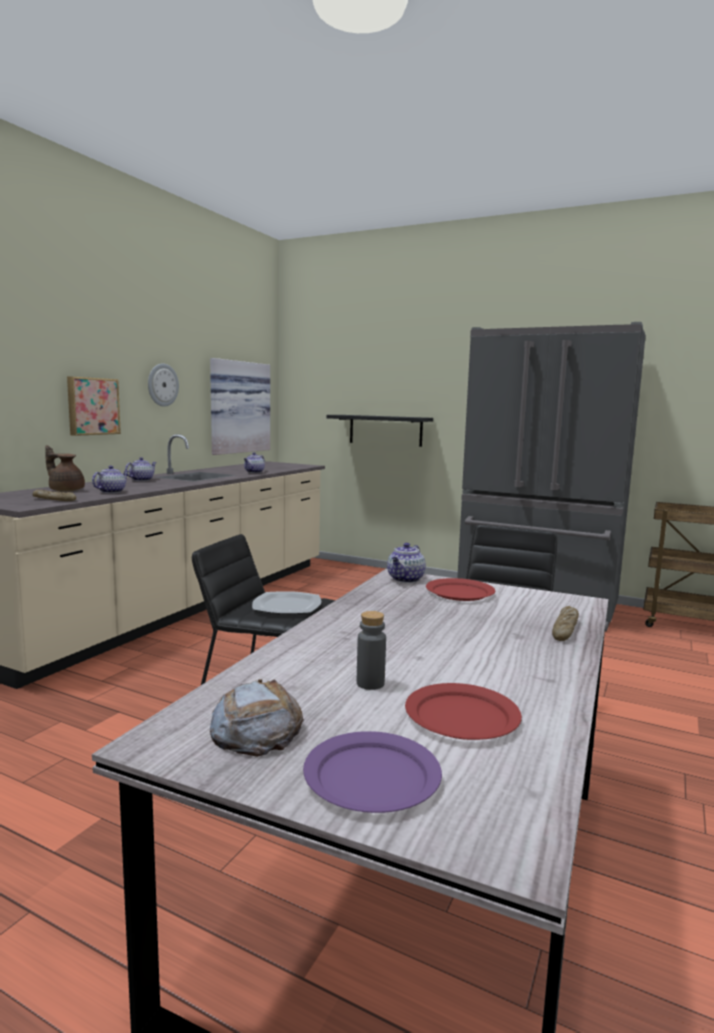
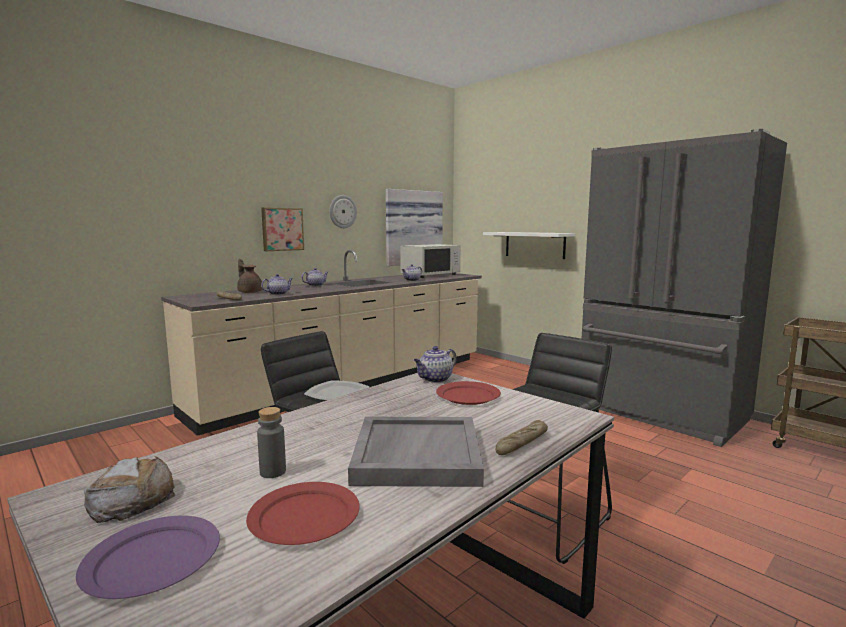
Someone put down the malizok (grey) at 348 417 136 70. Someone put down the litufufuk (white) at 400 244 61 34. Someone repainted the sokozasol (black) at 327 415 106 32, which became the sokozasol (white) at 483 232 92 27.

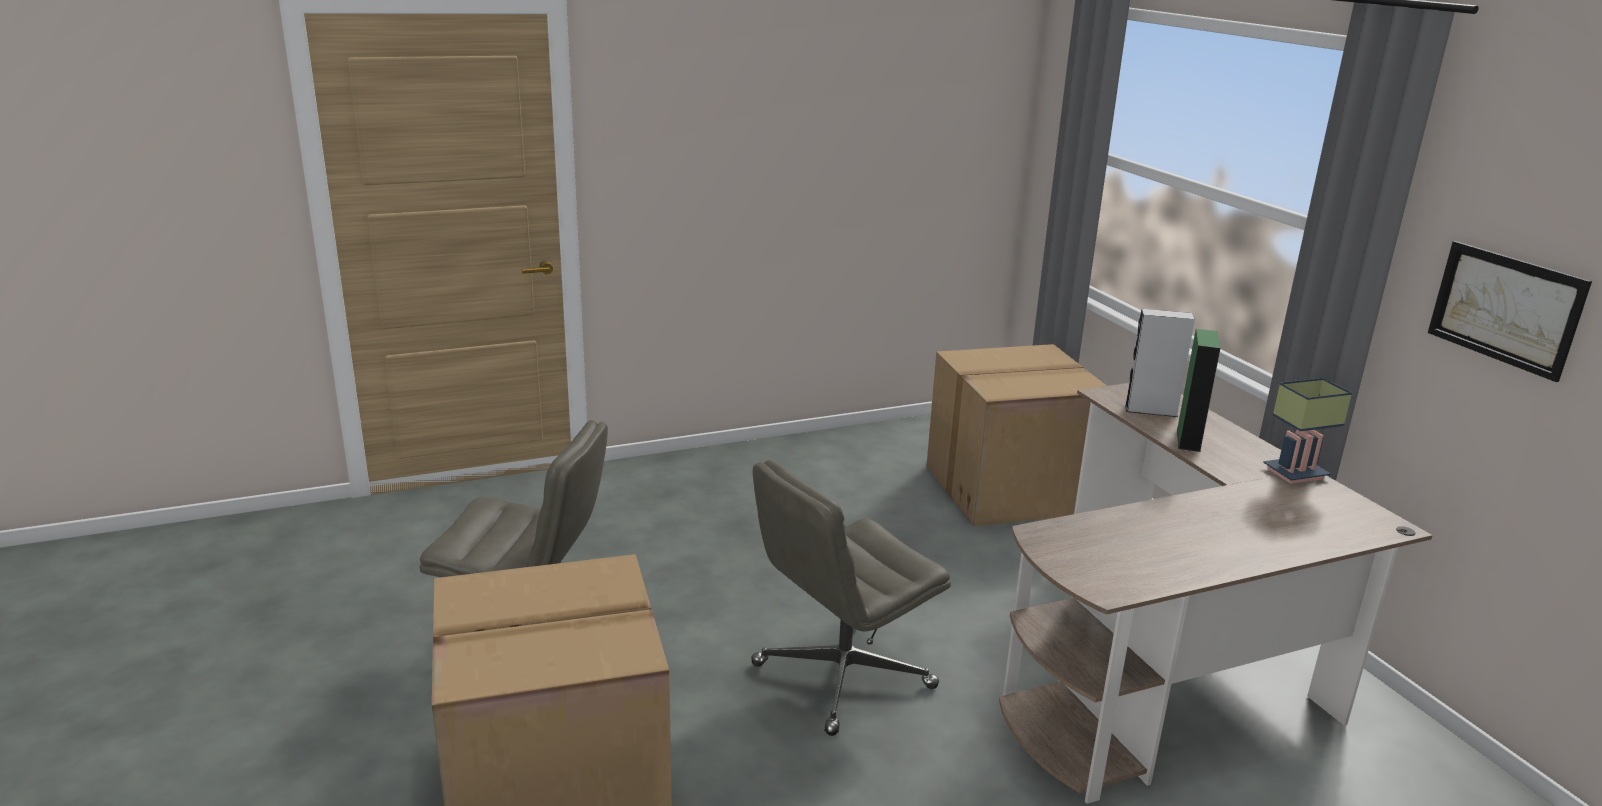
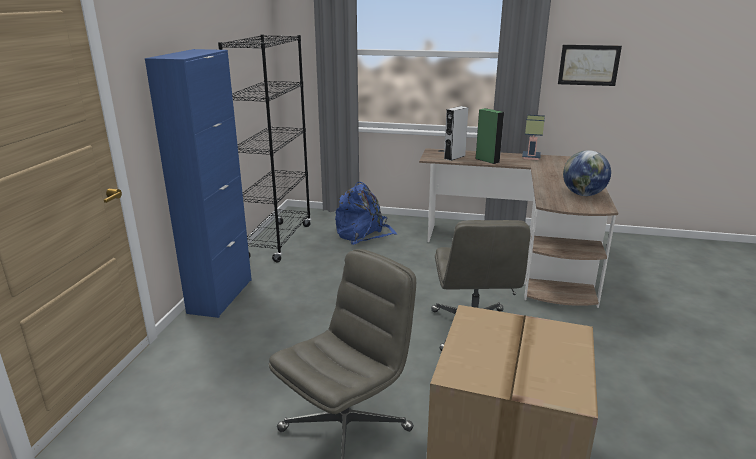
Someone put down the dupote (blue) at 145 49 107 269. Someone put down the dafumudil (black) at 218 34 93 228. Someone swapped the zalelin at 927 344 180 182 for the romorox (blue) at 335 182 62 63. Someone put down the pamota at 563 150 48 46.

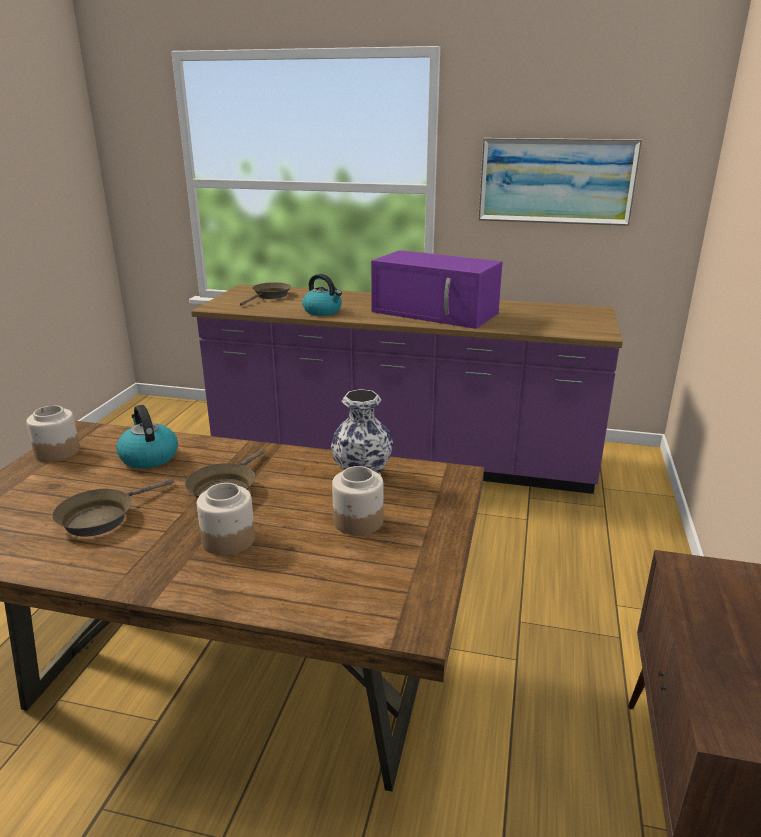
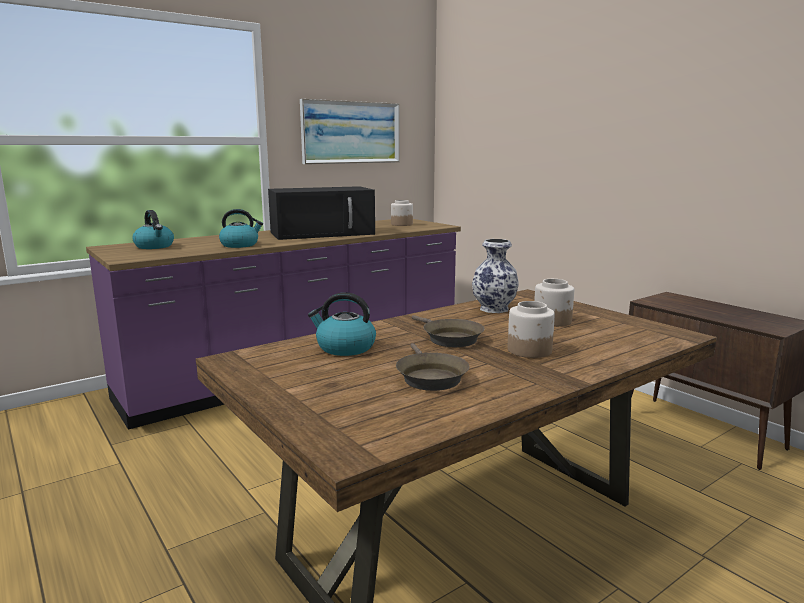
Someone swapped the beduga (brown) at 240 282 51 24 for the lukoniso at 132 210 42 39. Someone repainted the litufufuk (purple) at 371 250 131 79, which became the litufufuk (black) at 268 186 107 54. Someone carried the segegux from 26 405 54 57 to 391 200 22 26.

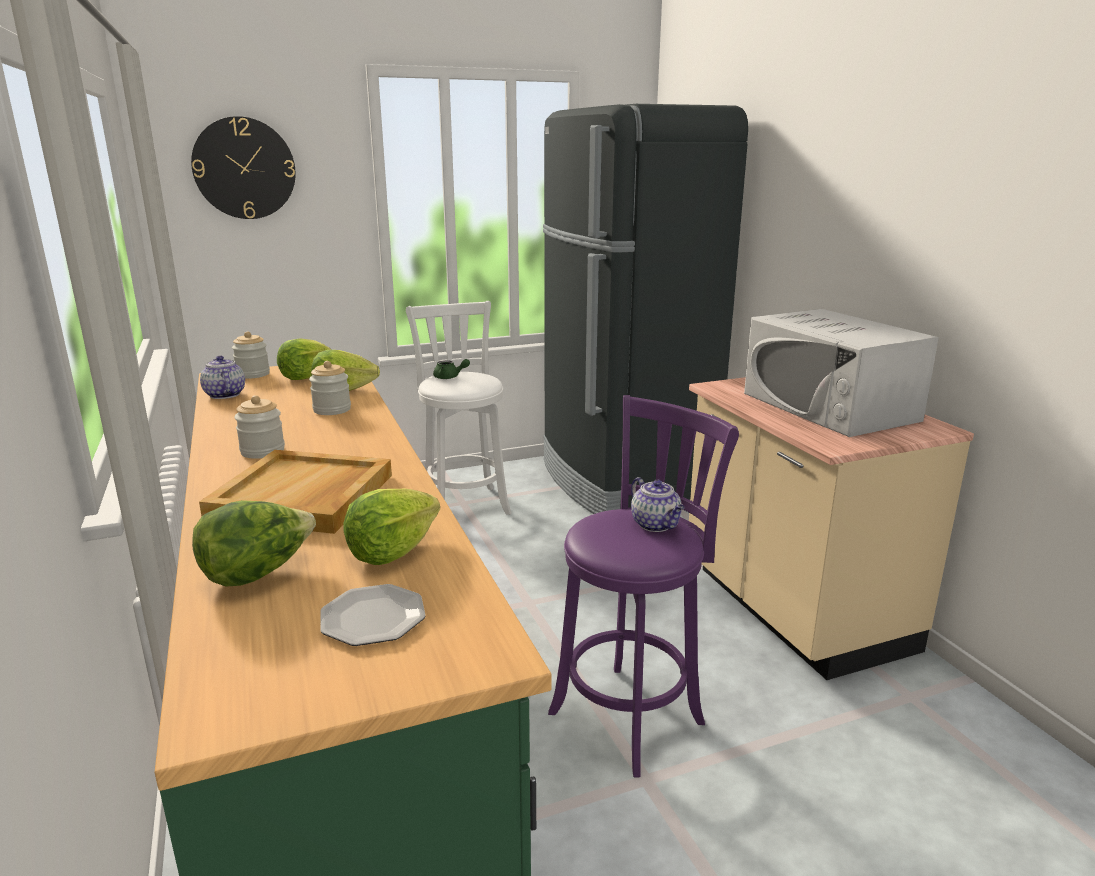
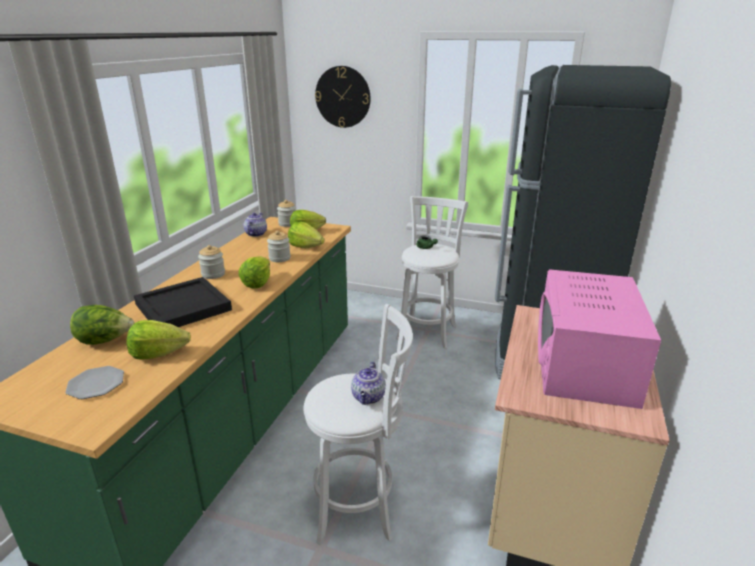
Someone repainted the malizok (beige) at 199 450 193 84, which became the malizok (black) at 134 277 98 50. Someone put down the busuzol at 239 256 31 33. Someone repainted the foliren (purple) at 548 395 191 383, which became the foliren (white) at 303 304 110 241. Someone repainted the litufufuk (white) at 744 309 195 128, which became the litufufuk (pink) at 538 269 123 140.

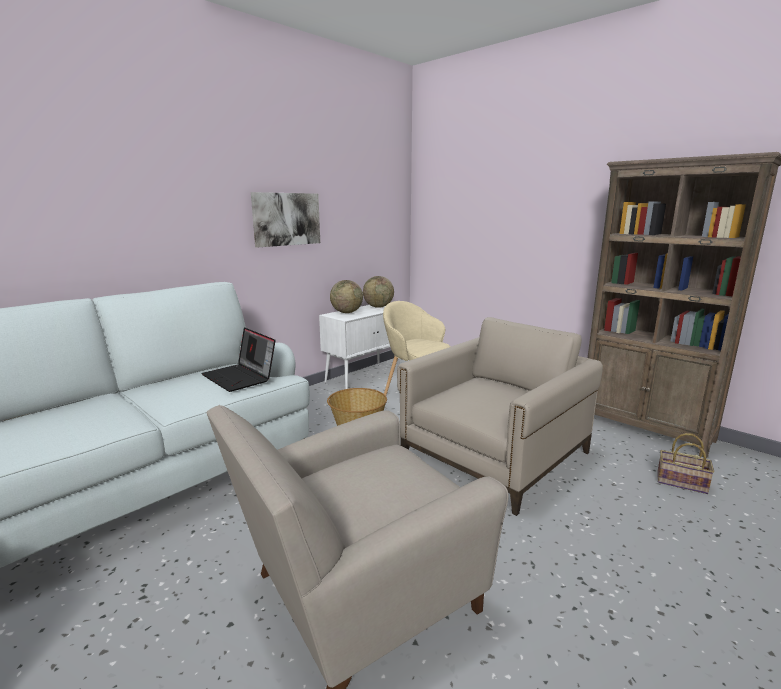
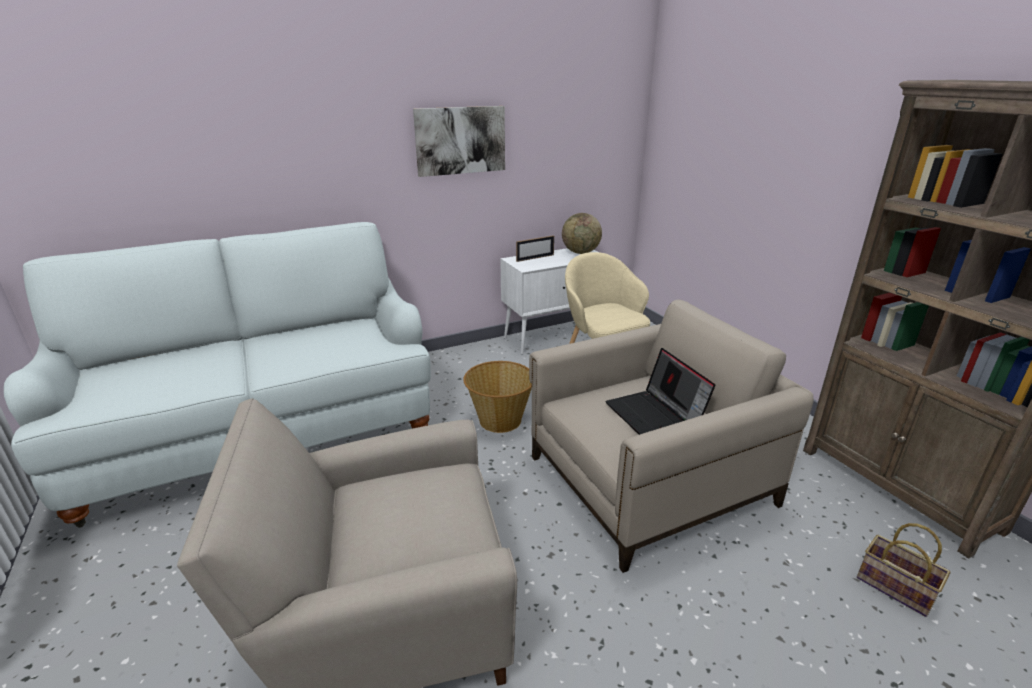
Someone swapped the pamota at 330 280 33 33 for the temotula at 516 235 38 27. Someone carried the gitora from 201 327 75 65 to 606 348 109 87.

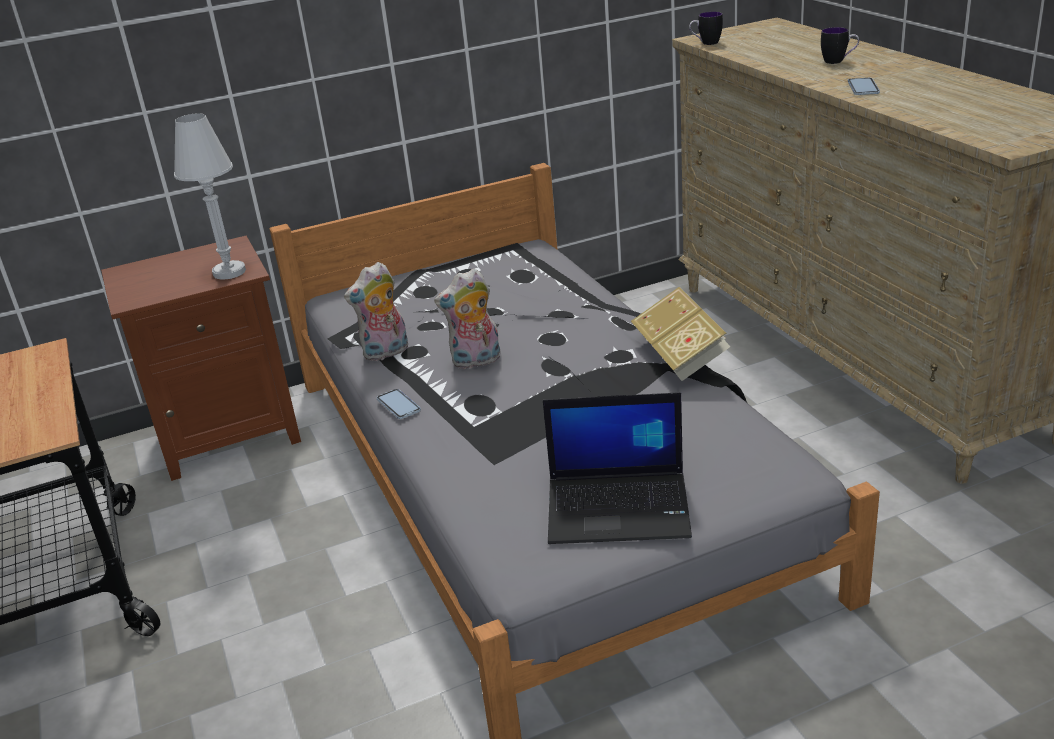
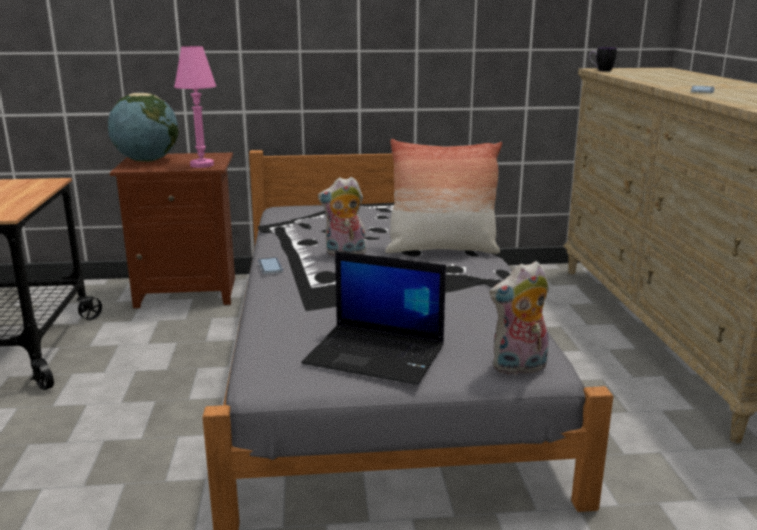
Someone put down the pamota at 108 93 71 69. Someone repainted the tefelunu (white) at 174 113 72 167, which became the tefelunu (pink) at 174 46 42 122. Someone put down the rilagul at 385 139 117 115. Someone carried the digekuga from 344 262 64 99 to 490 261 59 114. Someone took away the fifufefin at 631 287 99 94. Someone took away the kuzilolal at 821 27 38 37.

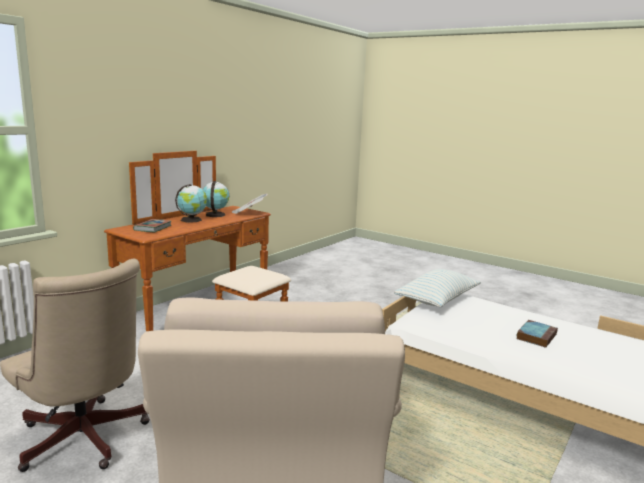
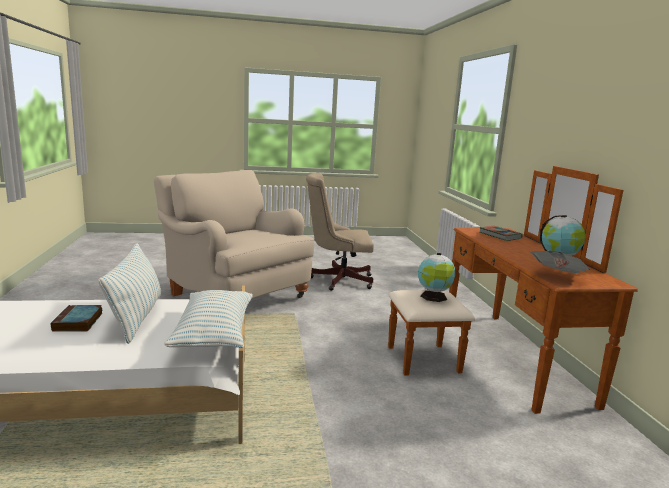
Someone put down the rilagul at 98 243 63 101. Someone carried the pamota from 175 184 32 39 to 418 253 37 49.

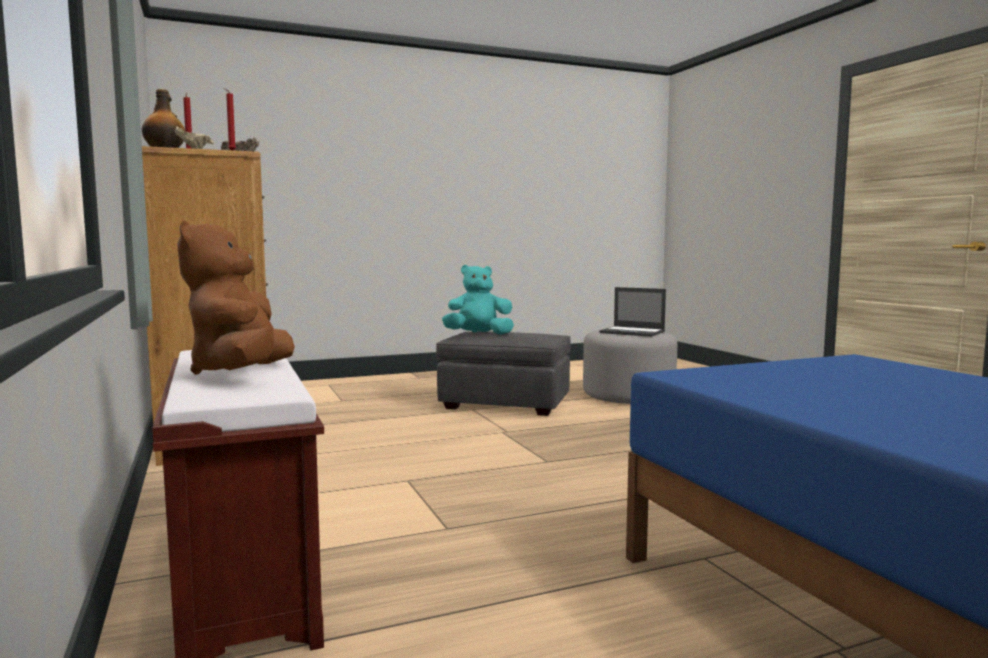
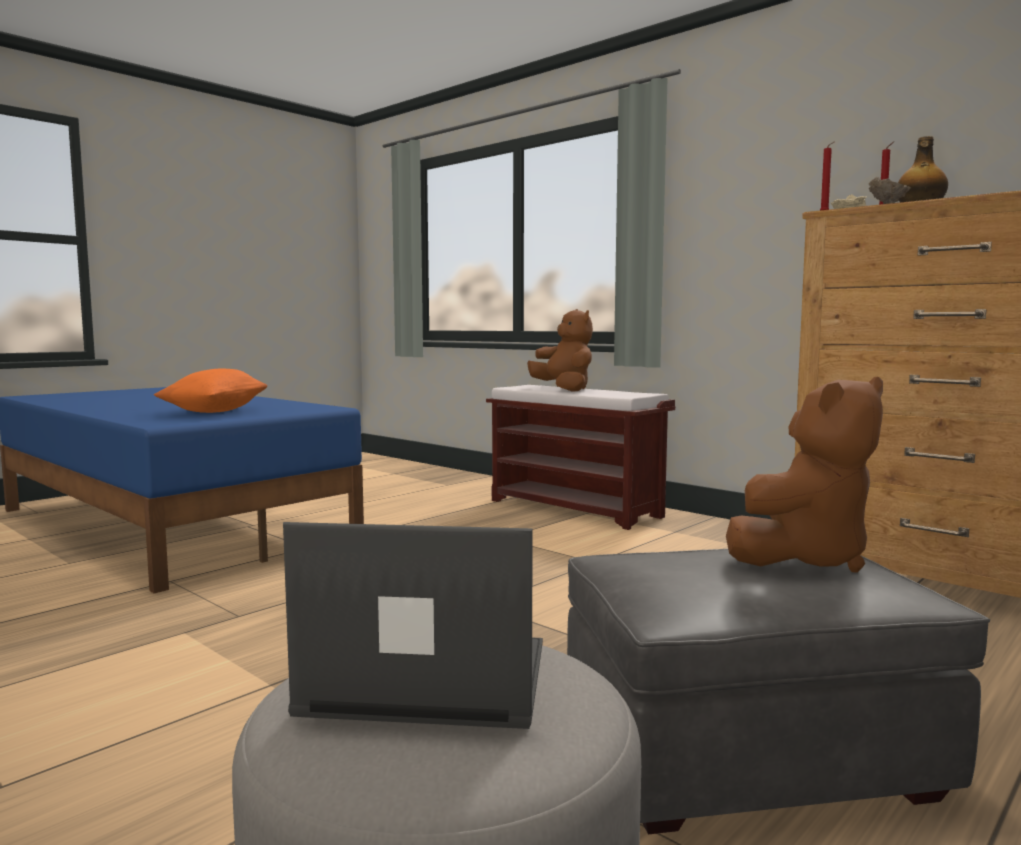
Someone put down the rilagul (orange) at 154 369 114 44. Someone repainted the digekuga (turquoise) at 442 265 72 70, which became the digekuga (brown) at 726 377 157 196.

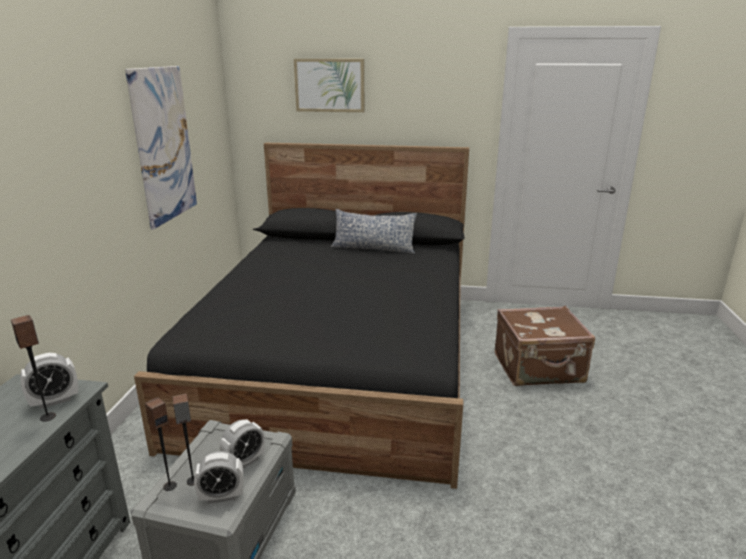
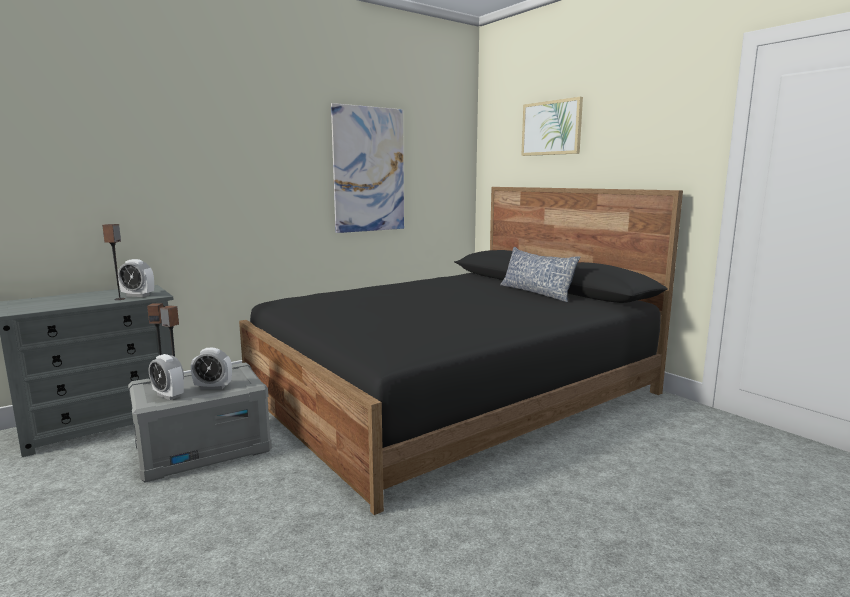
Someone took away the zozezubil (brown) at 495 306 100 80.

